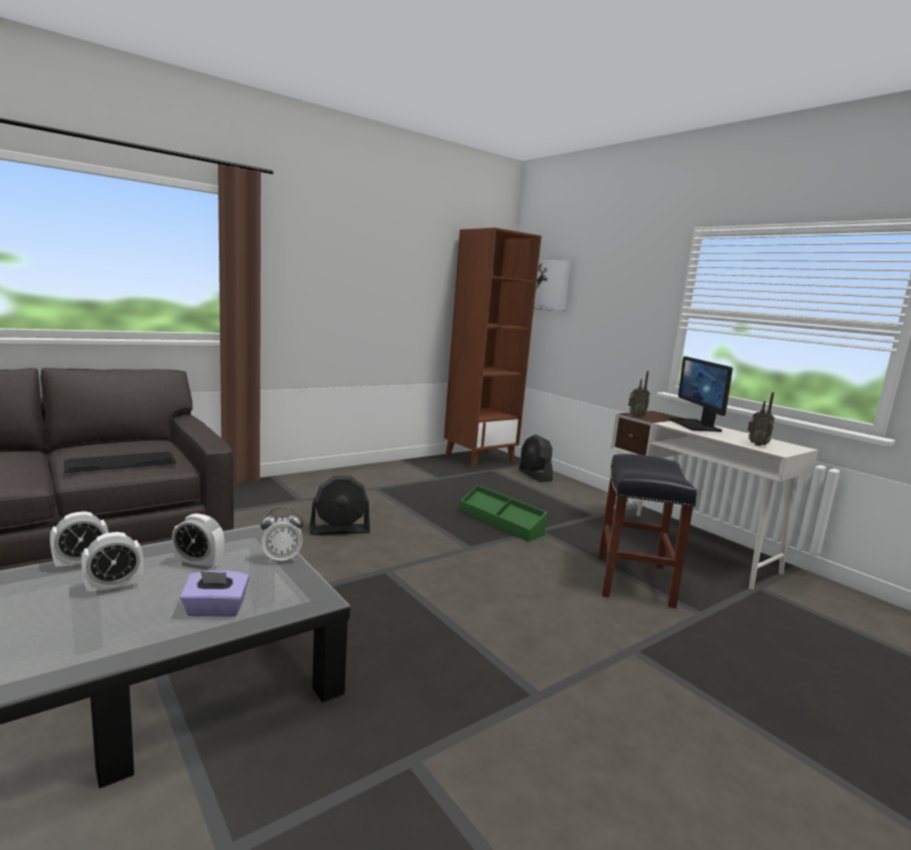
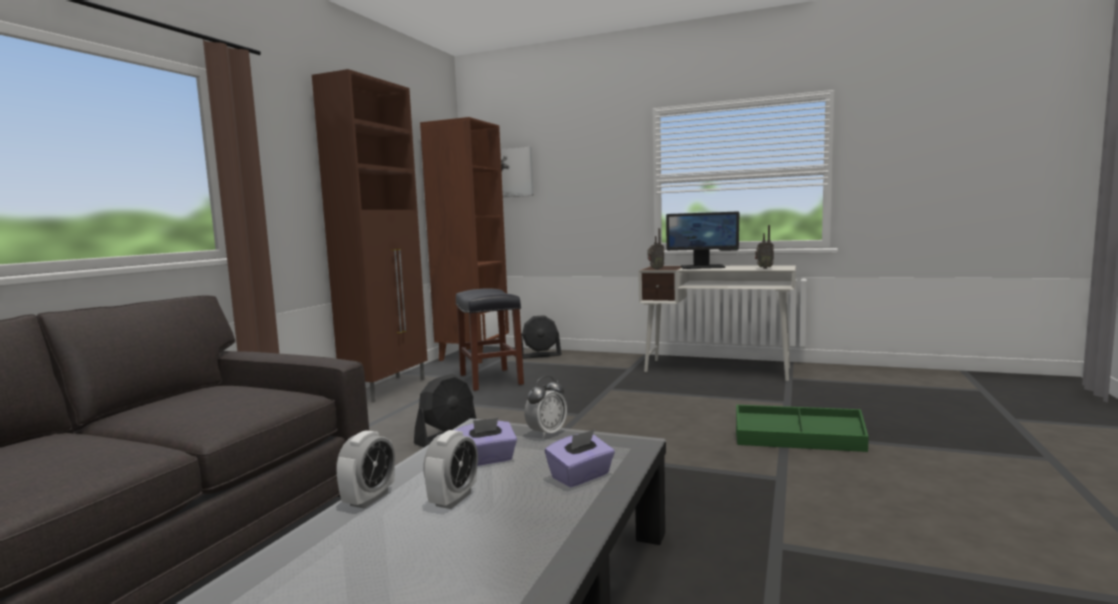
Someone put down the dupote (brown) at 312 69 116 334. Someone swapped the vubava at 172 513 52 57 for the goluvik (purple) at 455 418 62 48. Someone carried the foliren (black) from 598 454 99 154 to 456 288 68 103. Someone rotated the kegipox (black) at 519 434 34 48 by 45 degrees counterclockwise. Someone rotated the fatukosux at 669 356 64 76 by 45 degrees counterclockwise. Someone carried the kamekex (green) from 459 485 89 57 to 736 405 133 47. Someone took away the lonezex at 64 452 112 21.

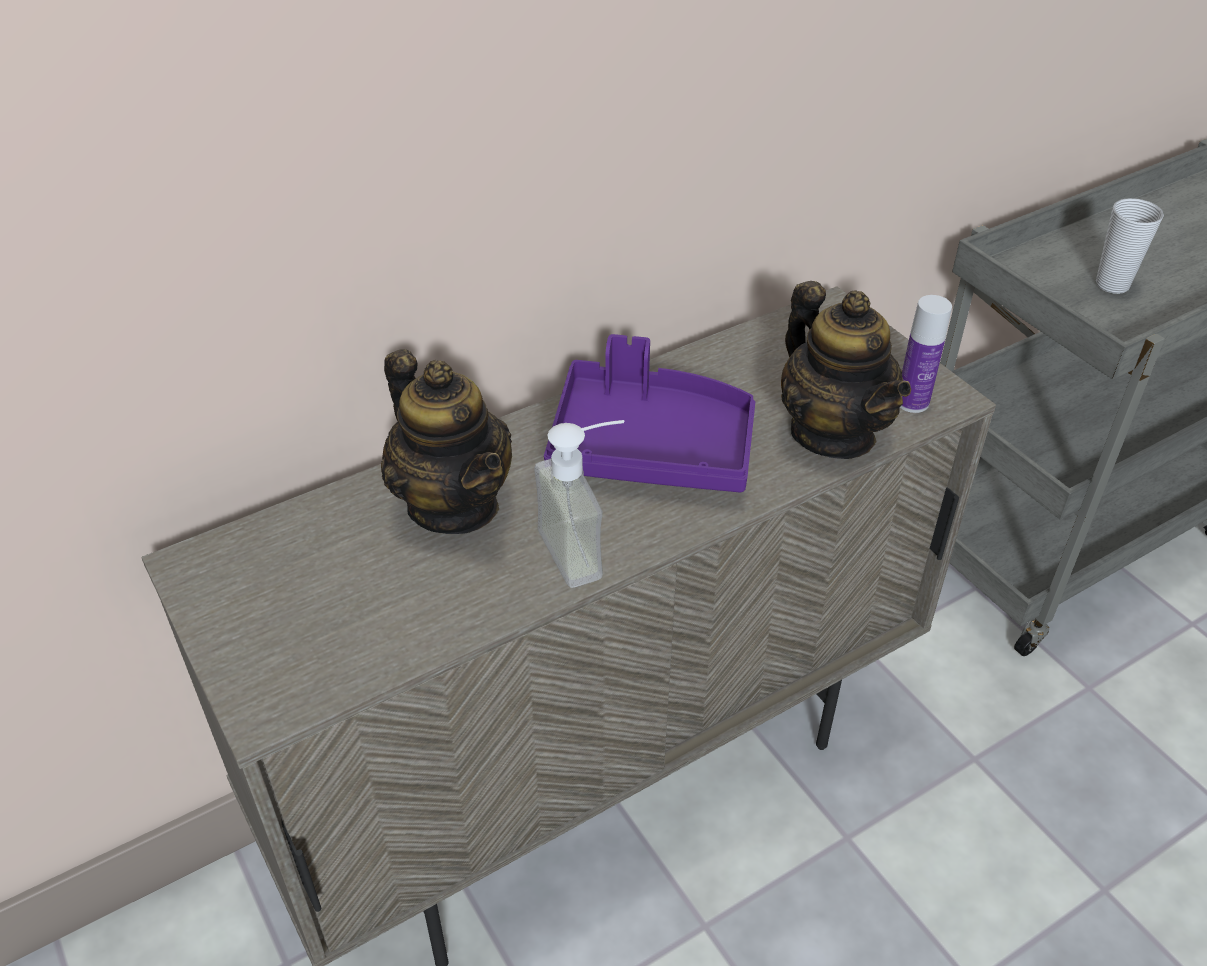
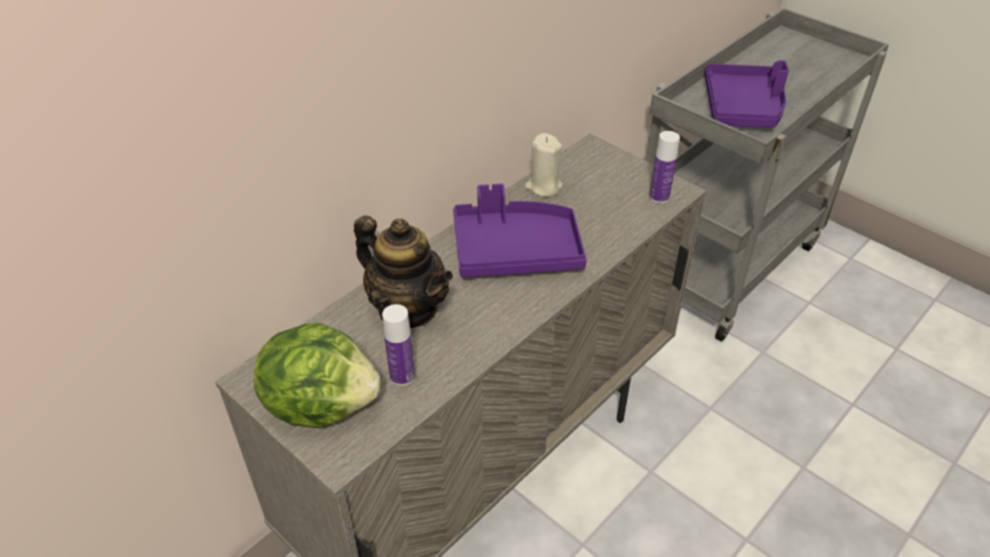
Someone put down the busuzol at 253 322 128 106. Someone put down the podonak at 382 304 33 82. Someone put down the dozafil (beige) at 524 133 39 64. Someone swapped the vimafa at 1096 198 68 96 for the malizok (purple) at 705 60 84 68. Someone took away the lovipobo at 534 420 91 168. Someone took away the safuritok at 781 281 130 178.

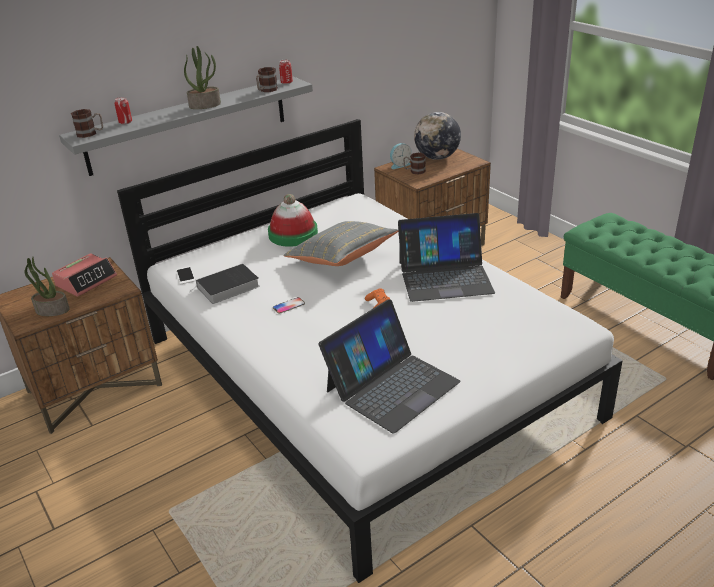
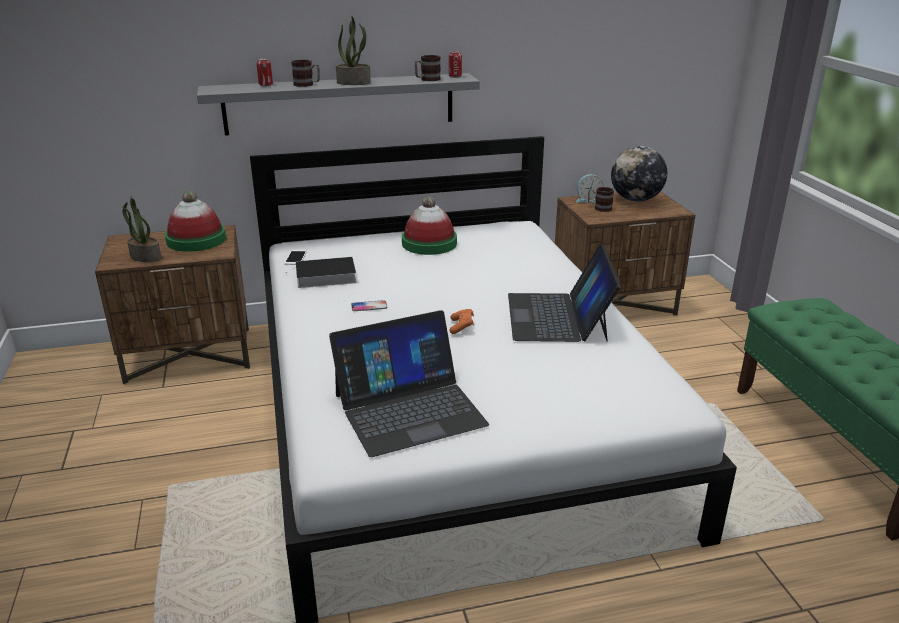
Someone swapped the vubava at 52 253 65 44 for the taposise at 165 191 61 61. Someone carried the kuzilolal from 71 109 32 29 to 291 60 29 27. Someone rotated the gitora at 398 213 97 89 by 75 degrees clockwise. Someone took away the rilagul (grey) at 283 221 115 45.

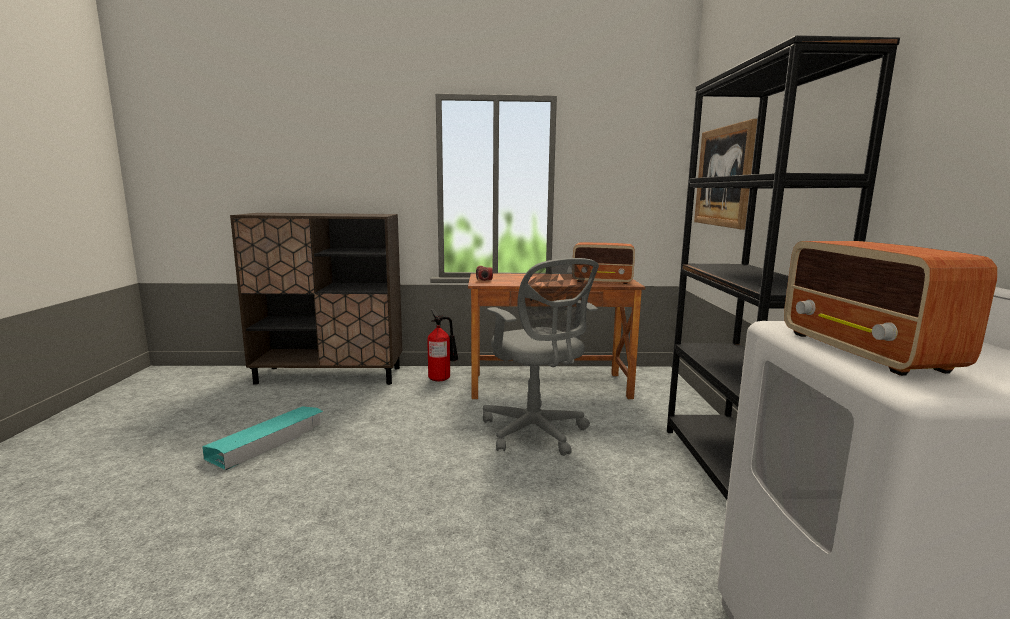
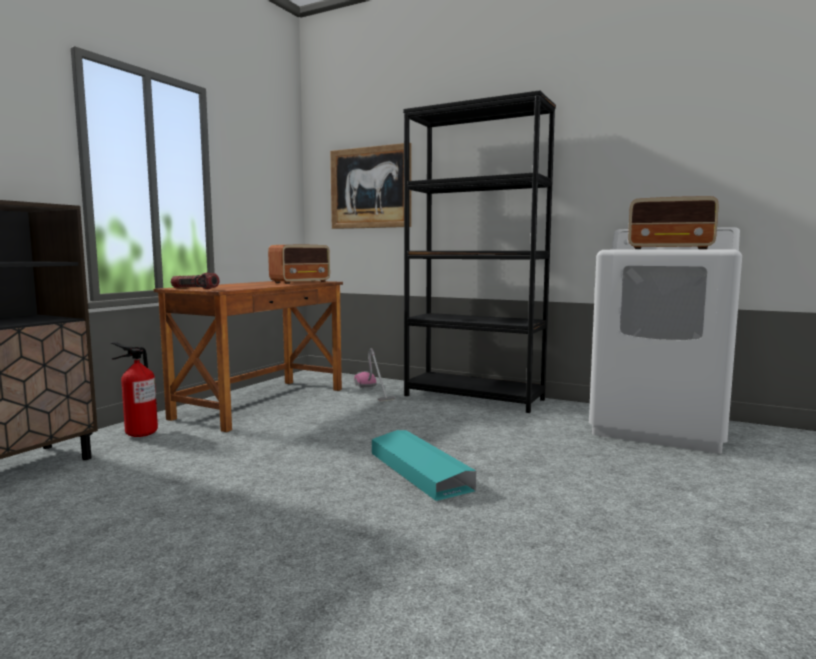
Someone put down the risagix at 354 348 41 53. Someone carried the kamekex (turquoise) from 202 406 121 64 to 372 430 105 71. Someone took away the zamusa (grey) at 483 258 116 198.

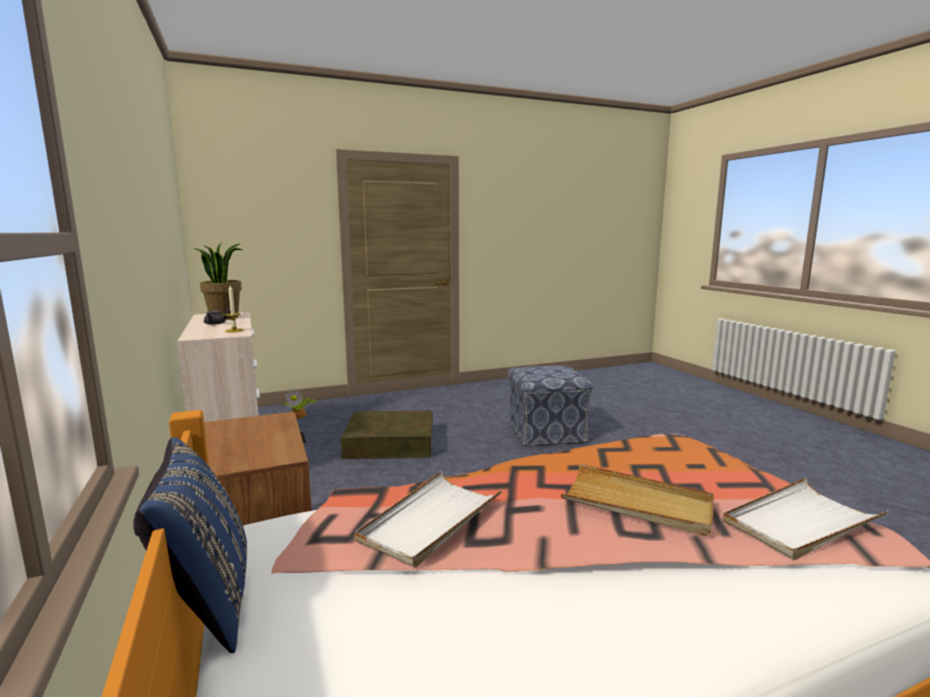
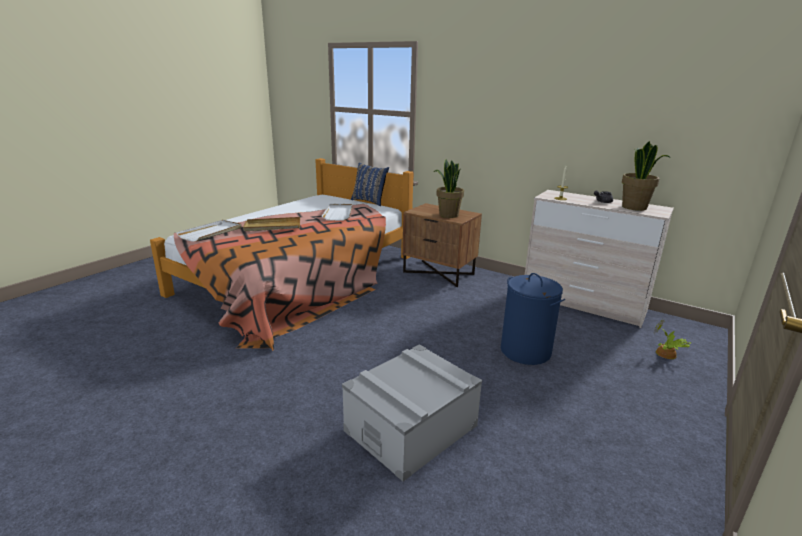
Someone swapped the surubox at 508 365 85 82 for the kamekex (grey) at 342 344 140 137. Someone put down the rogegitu at 434 159 30 59. Someone swapped the kamekex (brown) at 340 411 93 48 for the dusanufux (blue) at 501 273 64 92.

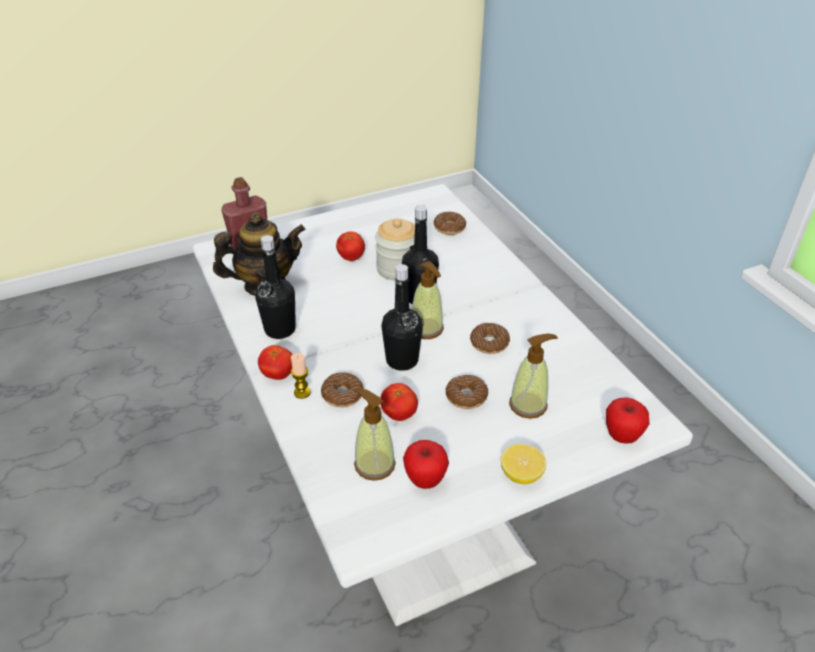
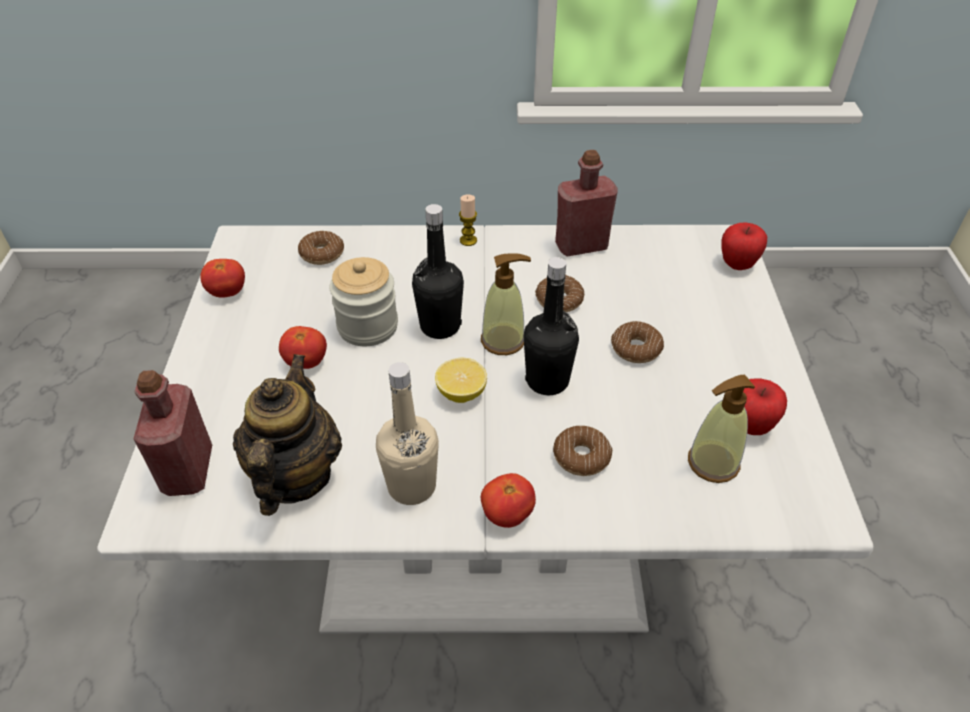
Someone carried the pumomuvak from 381 383 37 38 to 200 259 45 39. Someone repainted the podonak (black) at 255 235 41 104, which became the podonak (beige) at 376 362 63 143. Someone carried the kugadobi from 501 444 45 40 to 435 358 52 45. Someone carried the dozafil from 291 353 20 46 to 459 194 18 52. Someone put down the podonak (red) at 555 150 62 107. Someone took away the lovipobo at 509 334 49 85.

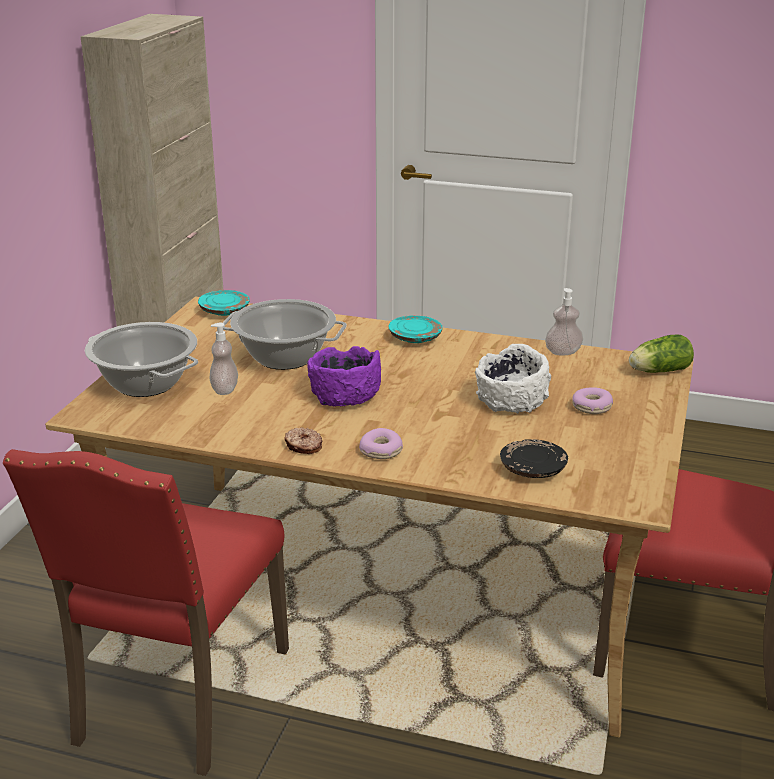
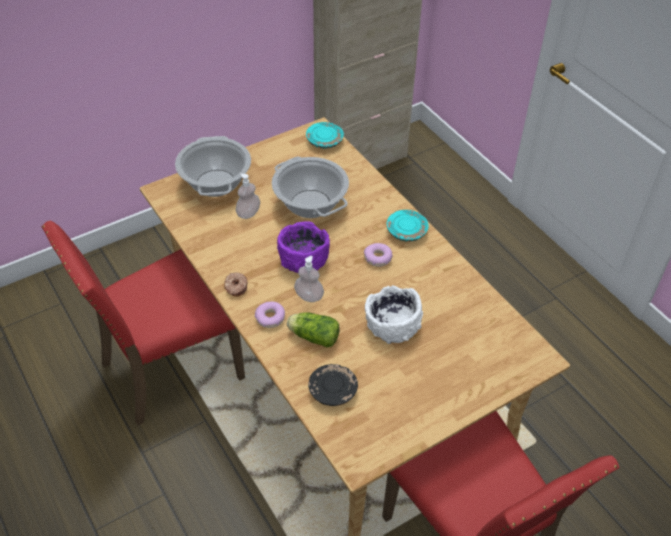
Someone carried the busuzol from 629 335 65 38 to 287 312 53 36. Someone carried the lovipobo from 545 288 38 68 to 294 256 30 46. Someone carried the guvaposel from 572 387 41 27 to 364 243 29 24.

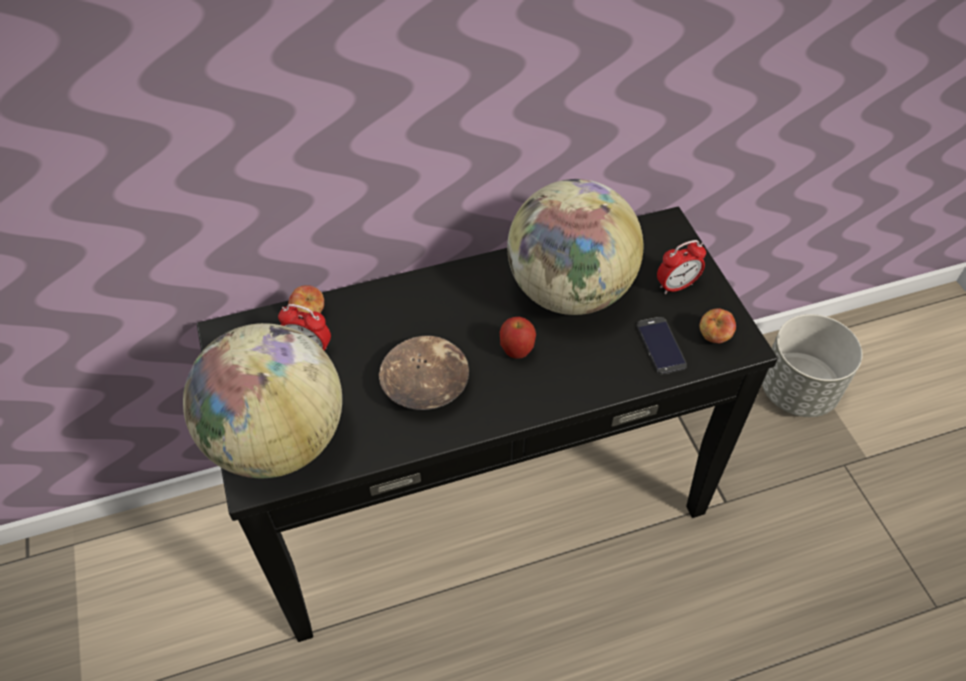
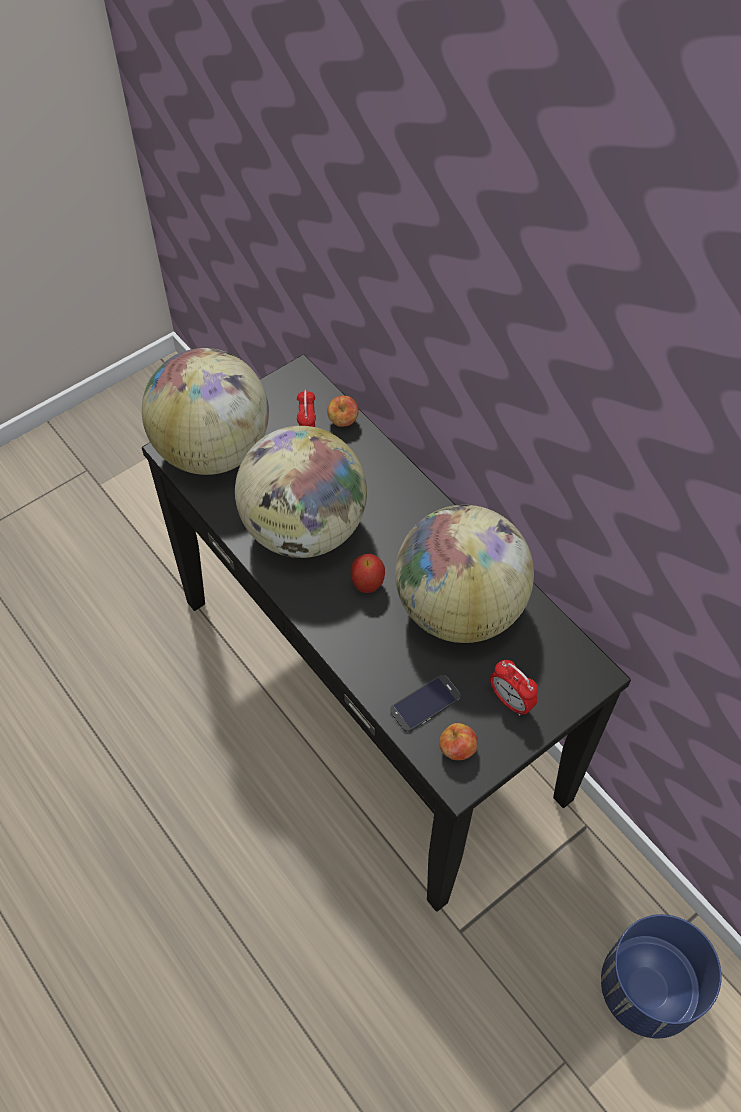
Someone swapped the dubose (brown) at 379 336 90 74 for the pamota at 235 426 132 132. Someone repainted the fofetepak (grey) at 762 314 100 103, which became the fofetepak (blue) at 601 914 121 124.

